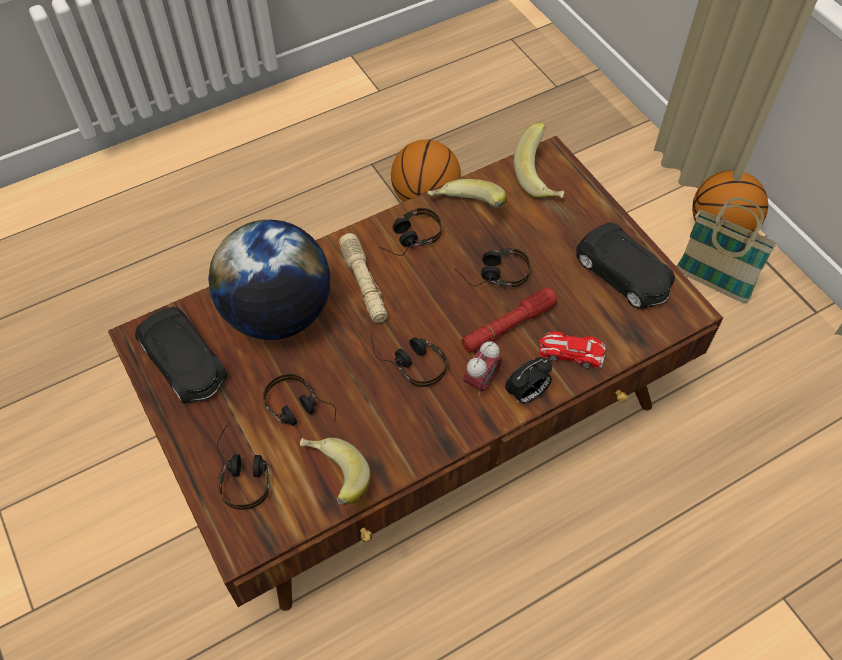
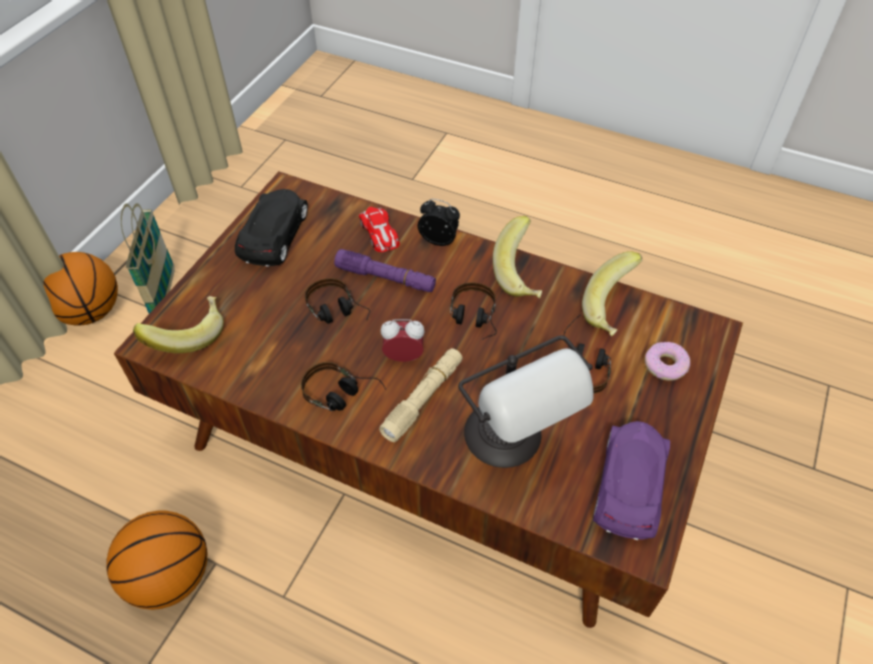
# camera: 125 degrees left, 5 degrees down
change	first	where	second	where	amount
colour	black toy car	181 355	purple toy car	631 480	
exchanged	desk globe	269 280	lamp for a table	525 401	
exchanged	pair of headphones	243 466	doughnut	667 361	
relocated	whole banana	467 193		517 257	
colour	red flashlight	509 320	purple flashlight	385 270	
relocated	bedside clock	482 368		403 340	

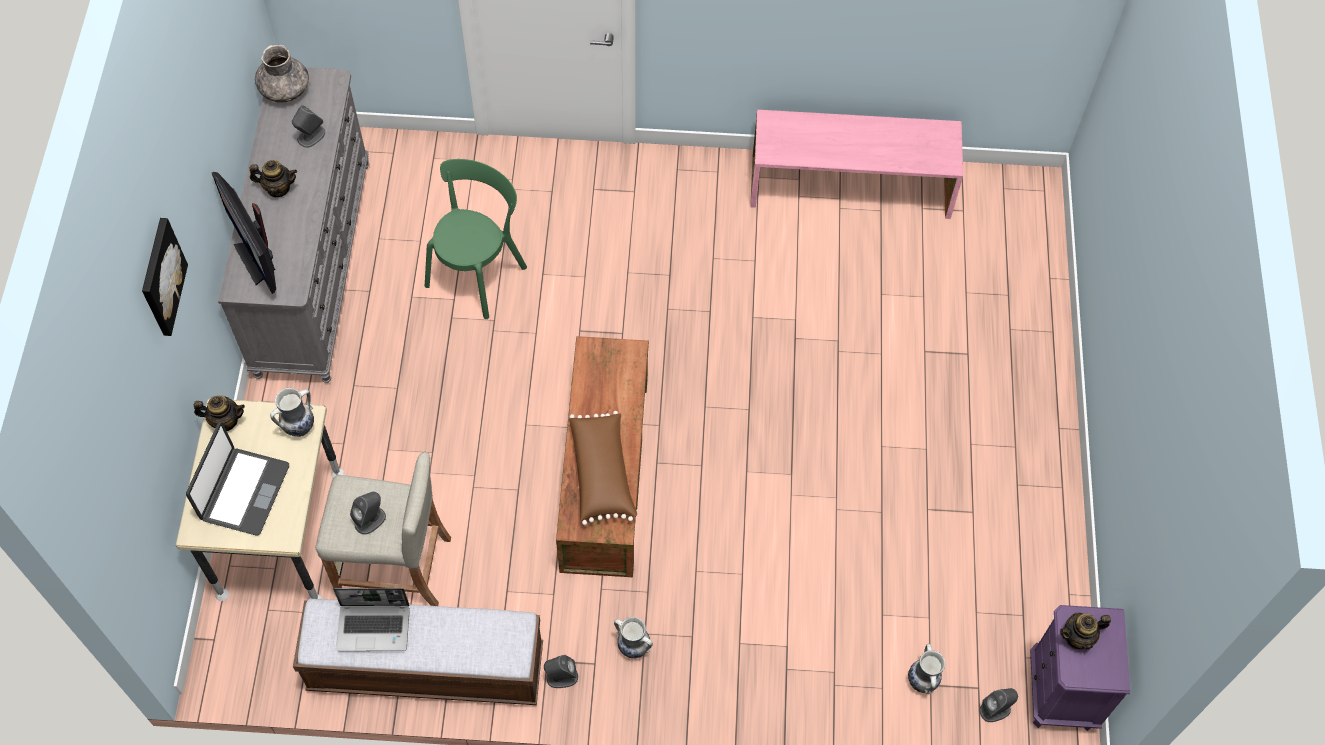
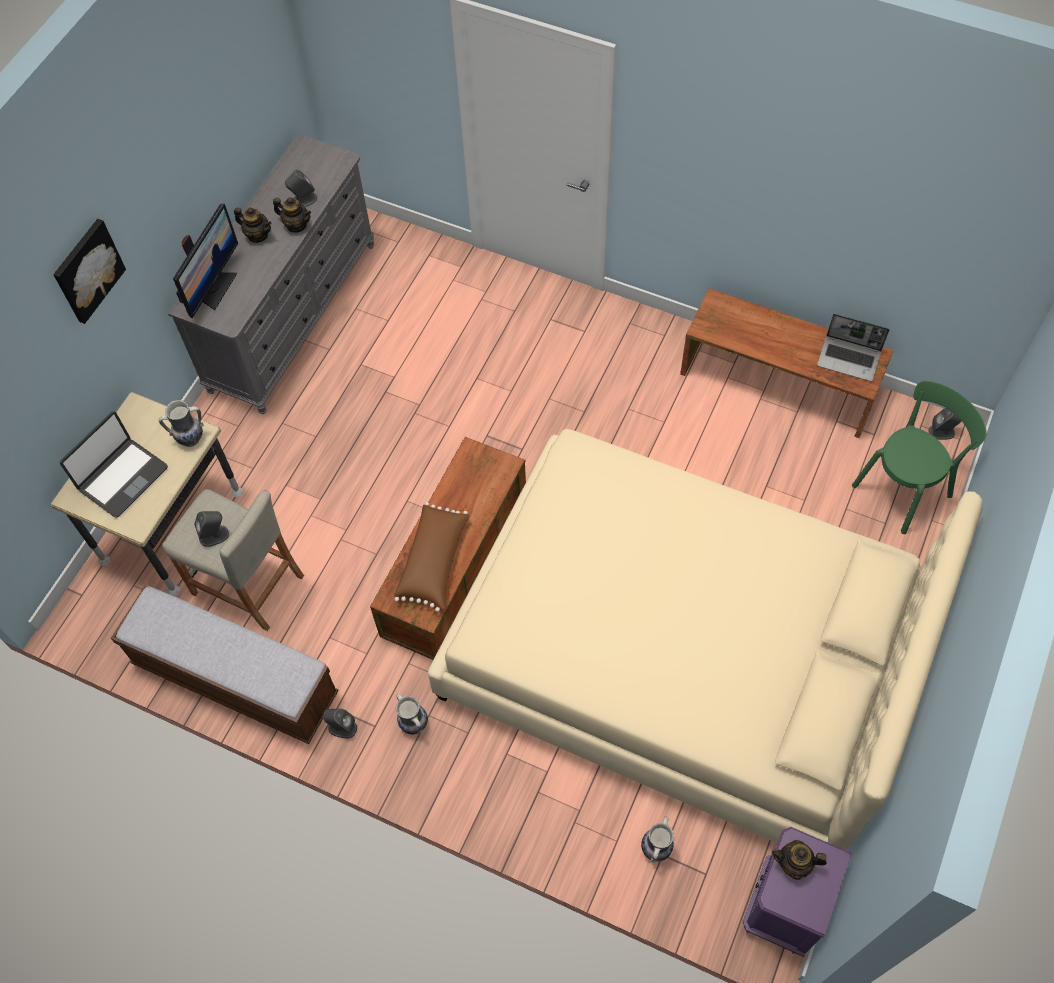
# camera: 25 degrees right, 0 degrees up
change	first	where	second	where	amount
relocated	pot for tea	219 413		292 215	
spun	computer screen	244 233		205 260	150 degrees counterclockwise
missing	gray flower vase	282 73			
relocated	notebook computer	371 619		853 347	
relocated	greenish upright chair	476 239		919 457	
colour	pink long seat	856 164	brown-coloured long seat	786 363	
relocated	gray speaker	998 705		944 424	
appeared			beige sleeping bed	705 639	

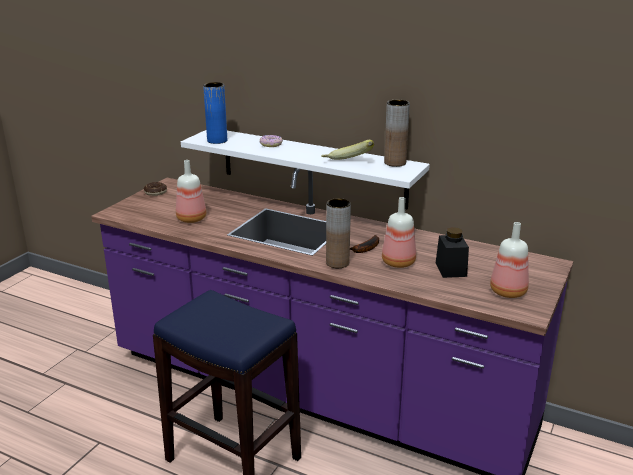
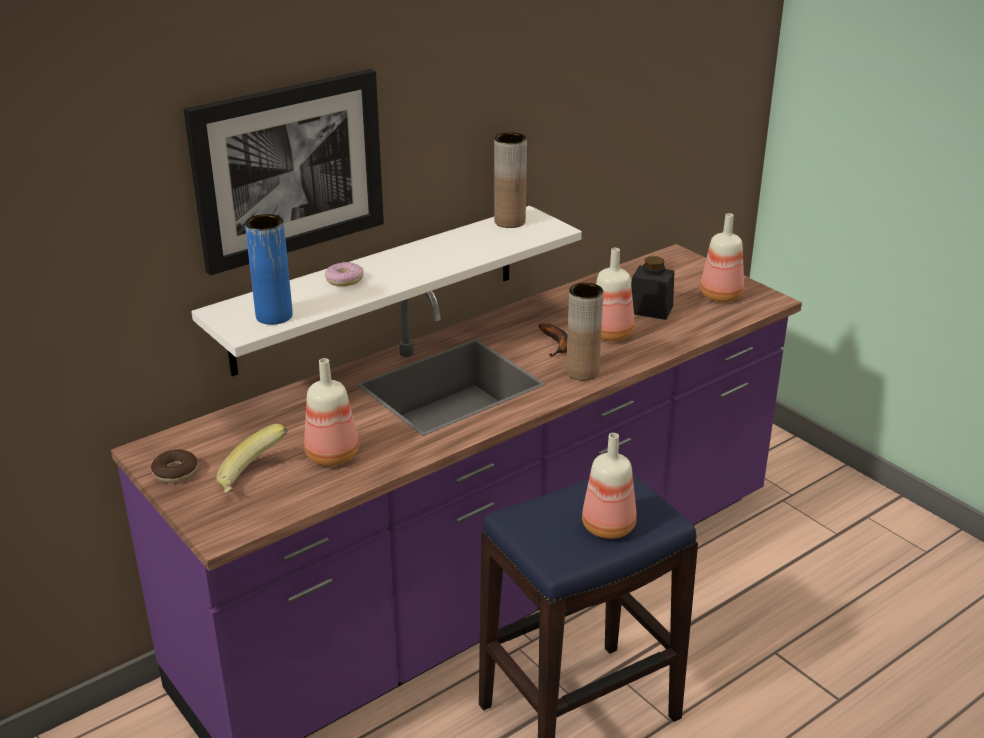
# camera: 65 degrees left, 5 degrees up
change	first	where	second	where	amount
relocated	whole banana	348 150		251 459	
appeared			wall picture	283 172	
appeared			drink bottle	609 486	

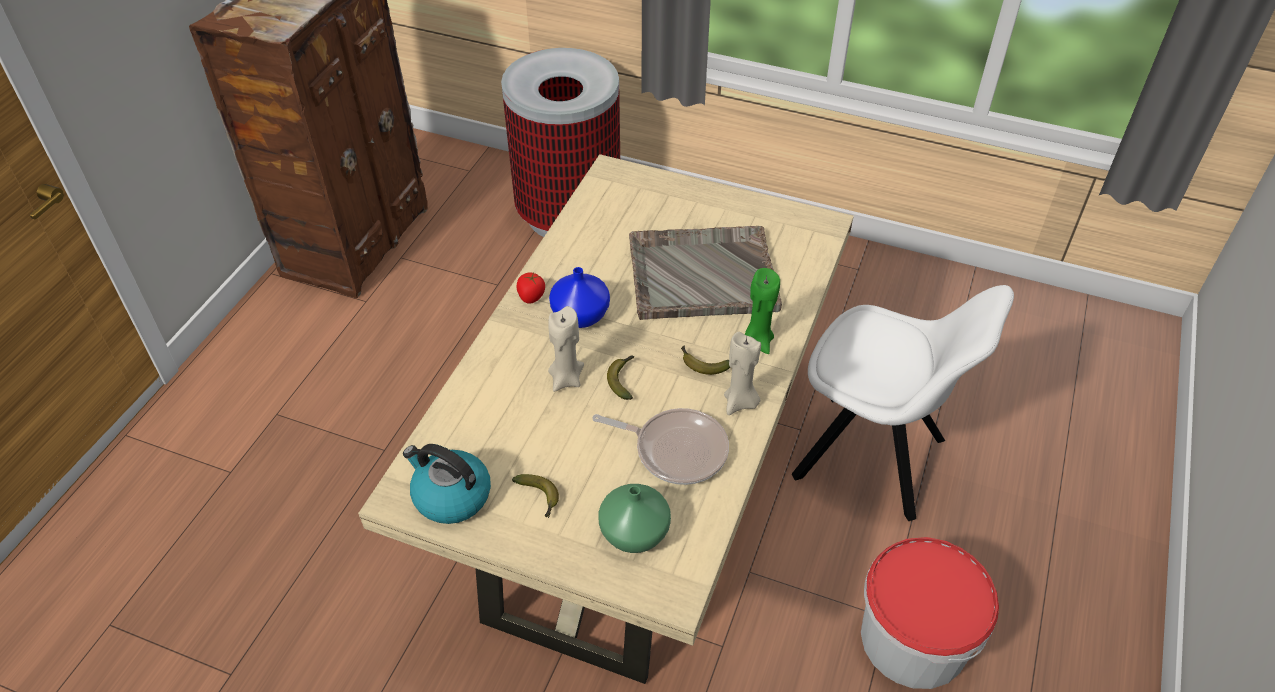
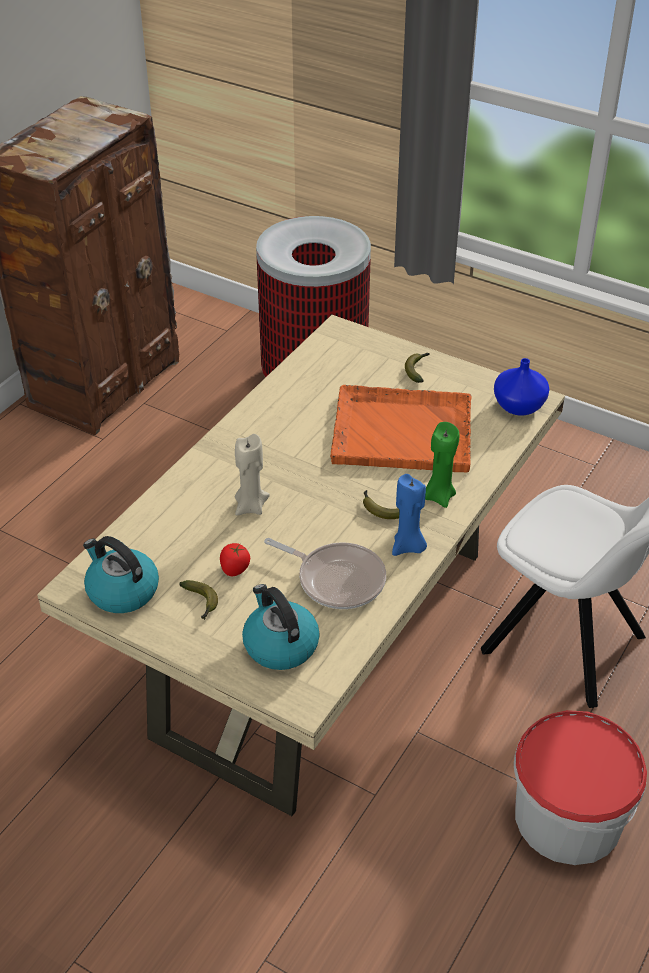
# camera: 10 degrees right, 5 degrees down
change	first	where	second	where	amount
relocated	fresh tomato	530 288		235 559	
relocated	blue-coloured flower vase	579 297		521 387	
exchanged	greenish flower vase	634 518	tea kettle	281 627	
relocated	whole banana	620 377		417 368	
colour	gray serving tray	705 273	orange serving tray	401 429	
colour	beige candle	742 373	blue-coloured candle	409 515	

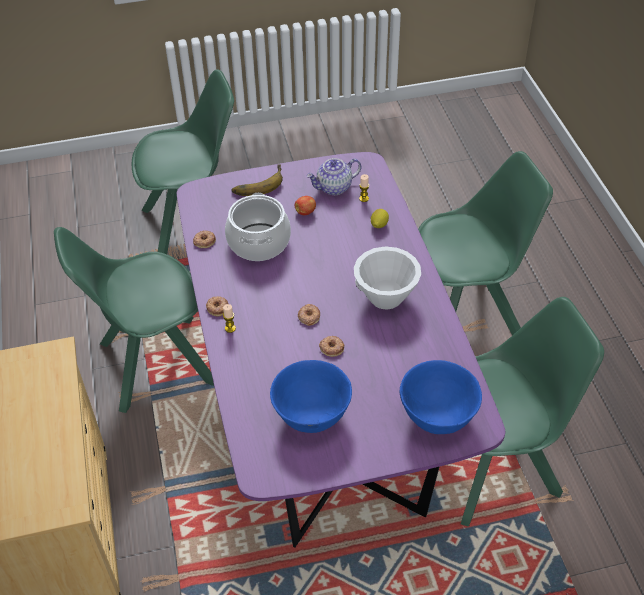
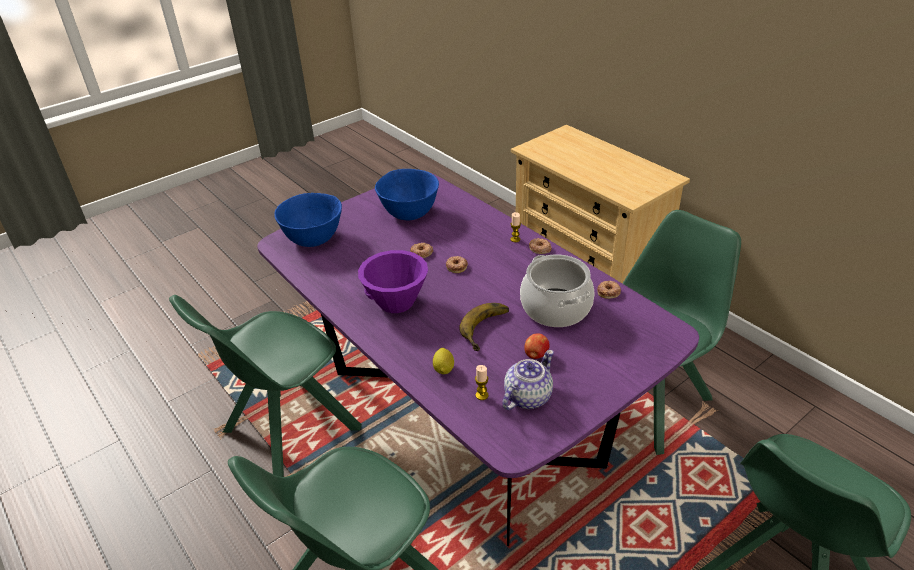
# camera: 155 degrees right, 10 degrees down
change	first	where	second	where	amount
relocated	whole banana	257 180		484 327	
colour	white deep dish	387 278	purple deep dish	393 281	

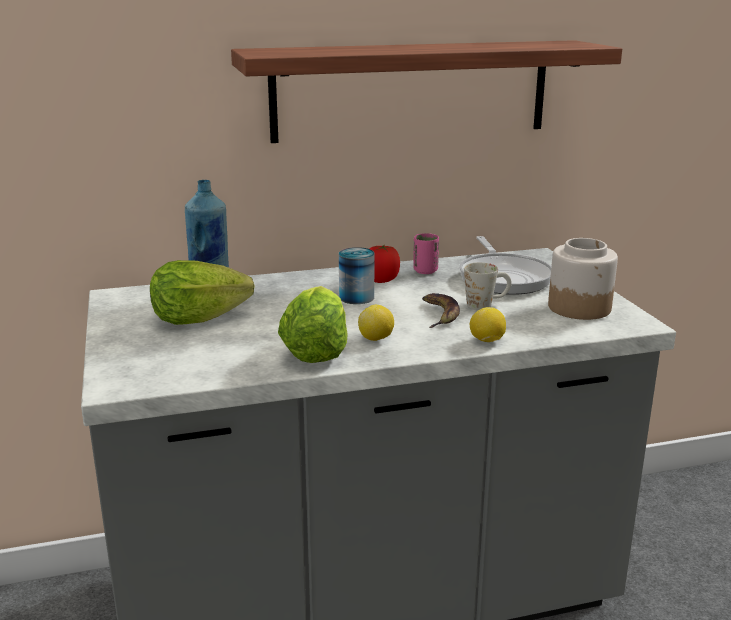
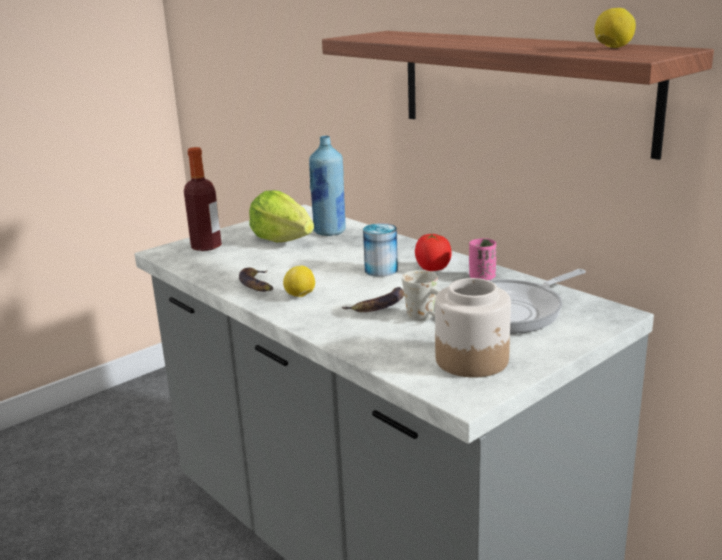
# camera: 65 degrees right, 0 degrees up
change	first	where	second	where	amount
exchanged	lettuce	313 324	whole banana	256 280	
relocated	whole lemon	488 324		615 28	
appeared			drink bottle	203 199	

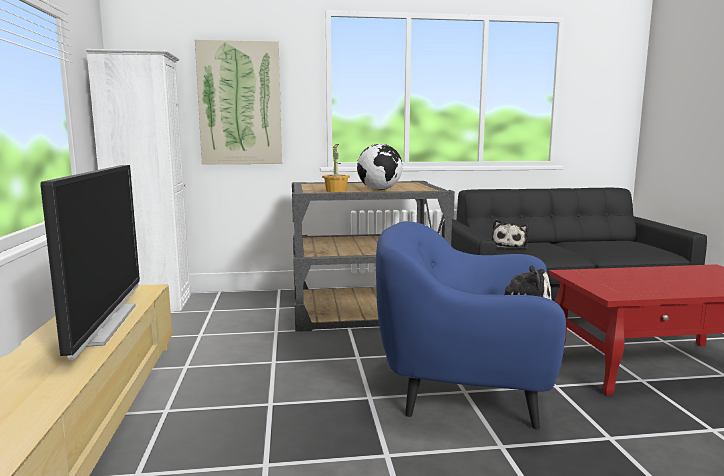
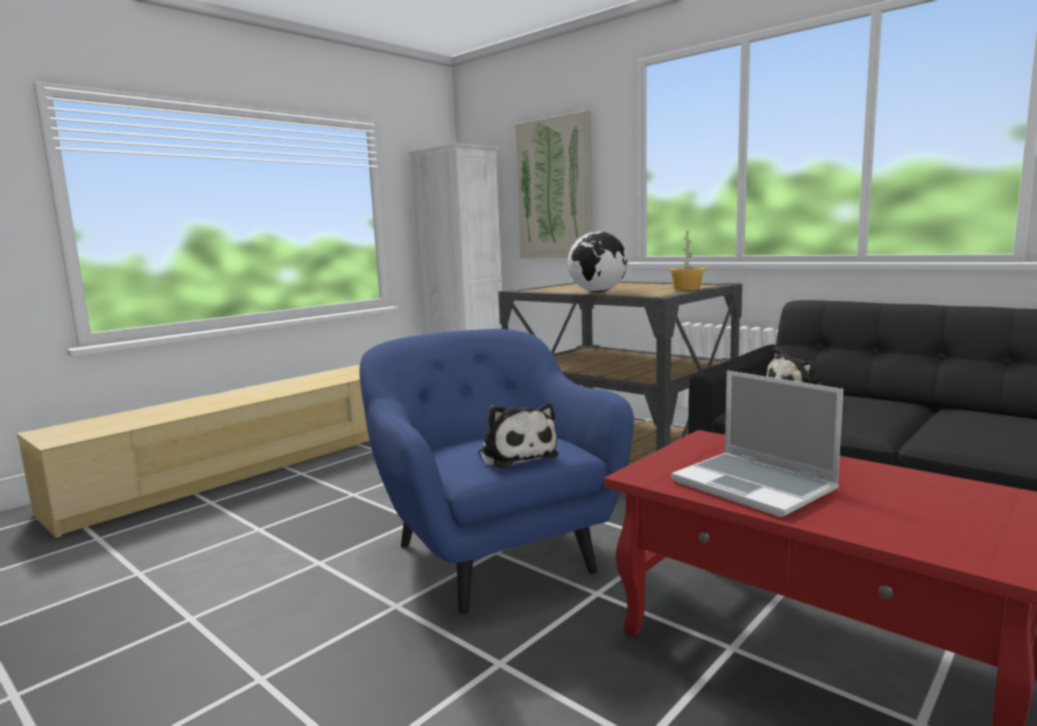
# camera: 50 degrees right, 0 degrees up
change	first	where	second	where	amount
missing	television	90 262			
relocated	houseplant	336 168		687 260	
appeared			notebook computer	757 444	

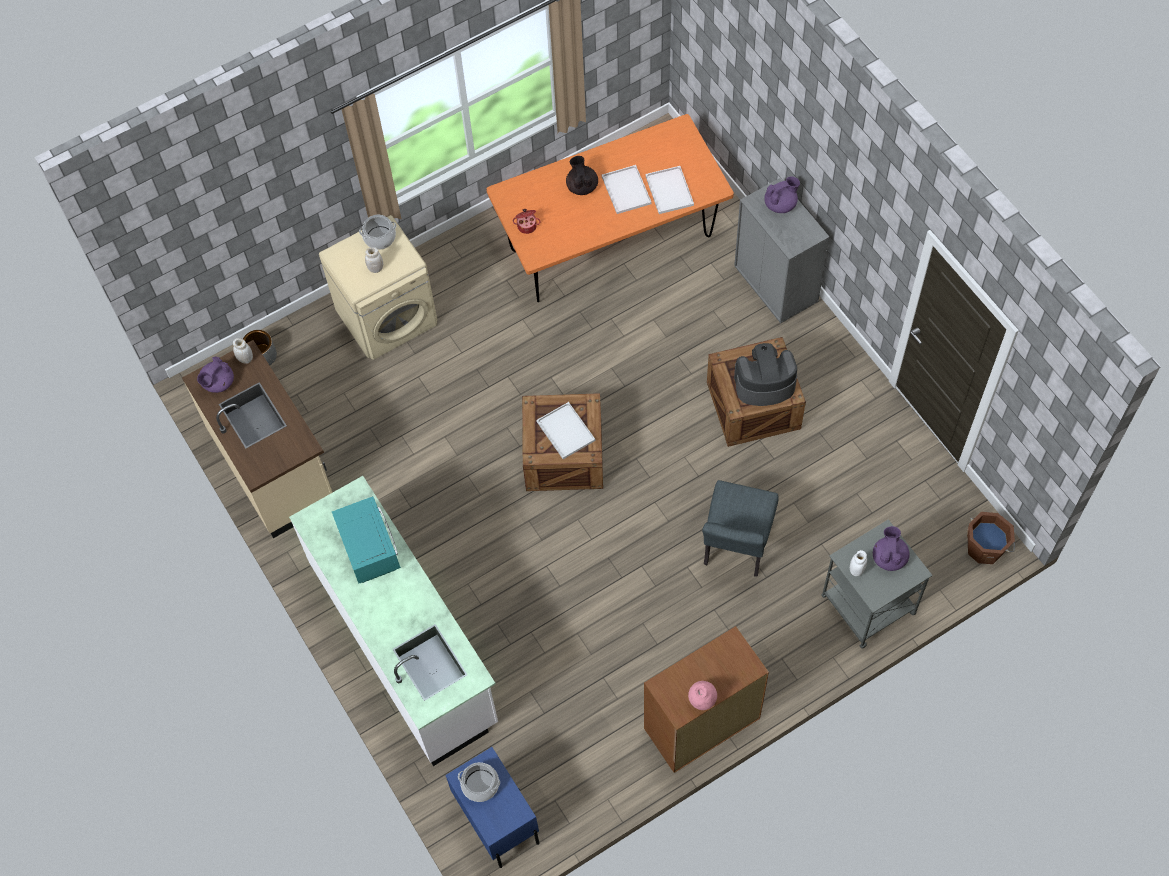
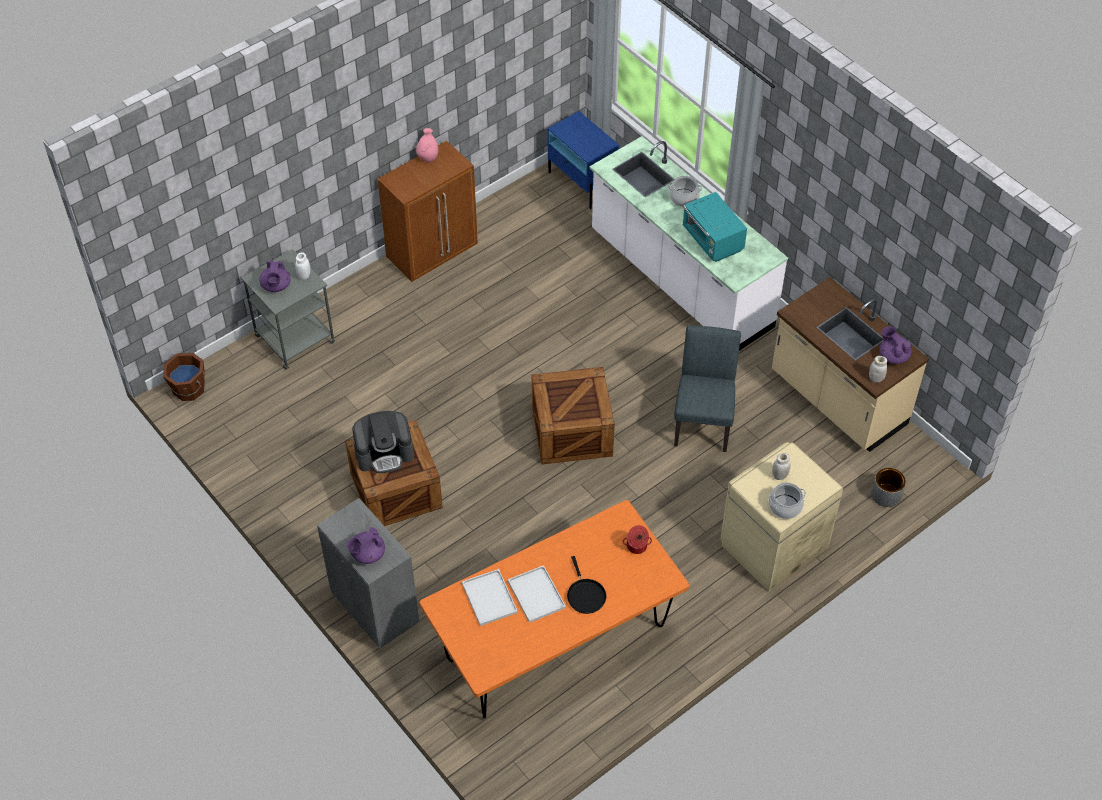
# camera: 170 degrees right, 10 degrees down
change	first	where	second	where	amount
spun	purple pot for tea	215 375		895 345	60 degrees counterclockwise
relocated	stockpot	479 782		685 191	
missing	white serving tray	565 430			
exchanged	black pot for tea	582 175	black pan	586 585	
relocated	gray upright chair	740 528		707 389	

